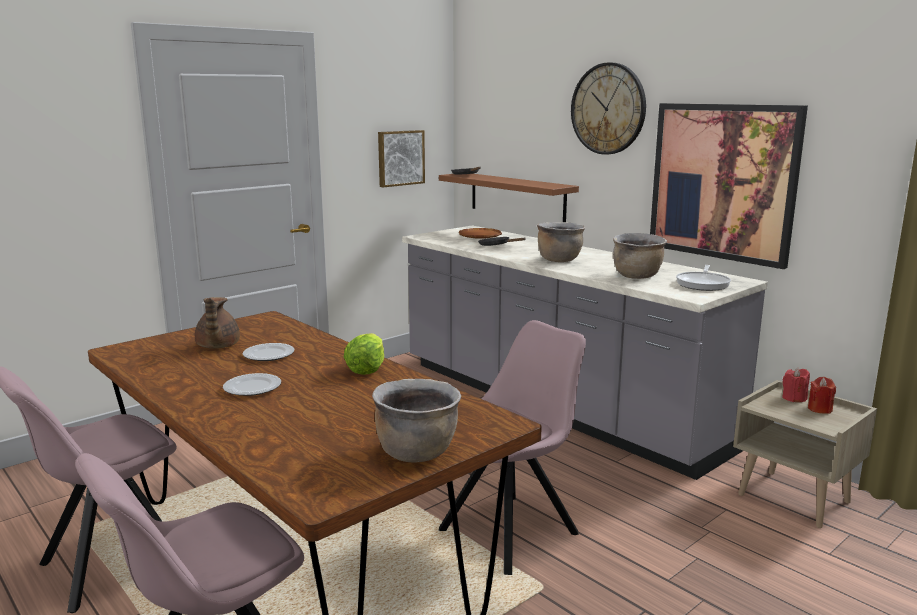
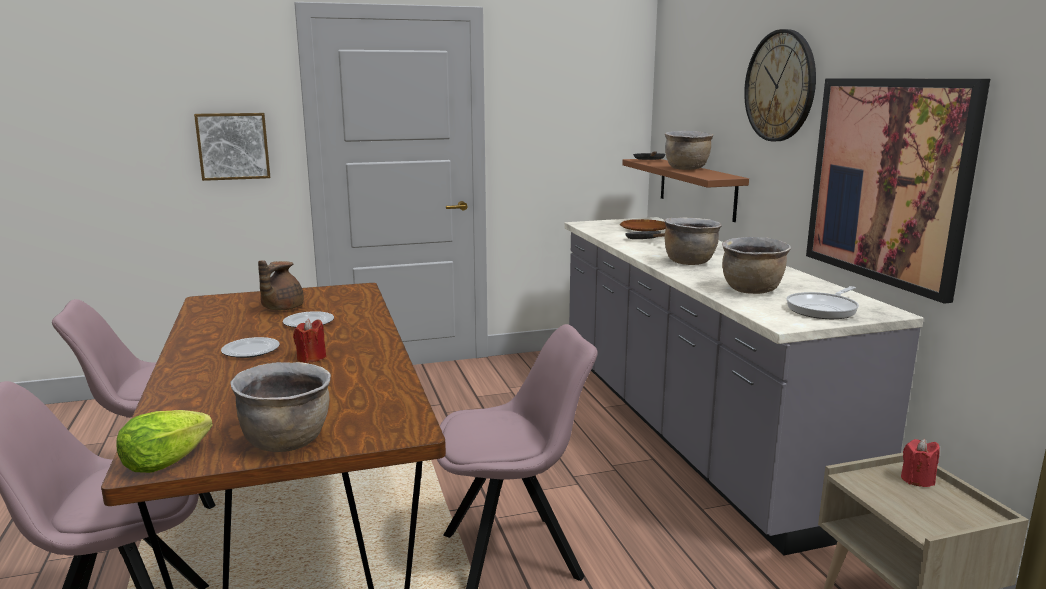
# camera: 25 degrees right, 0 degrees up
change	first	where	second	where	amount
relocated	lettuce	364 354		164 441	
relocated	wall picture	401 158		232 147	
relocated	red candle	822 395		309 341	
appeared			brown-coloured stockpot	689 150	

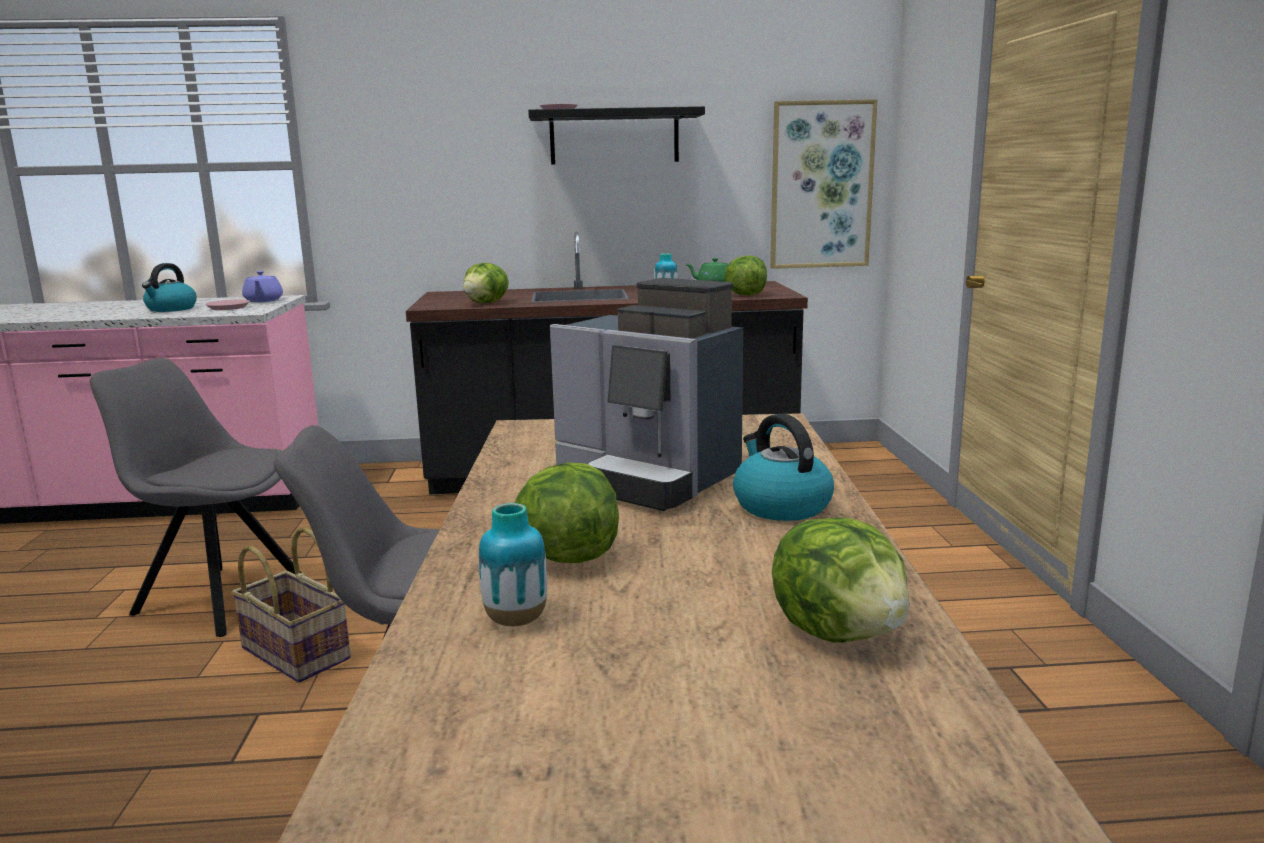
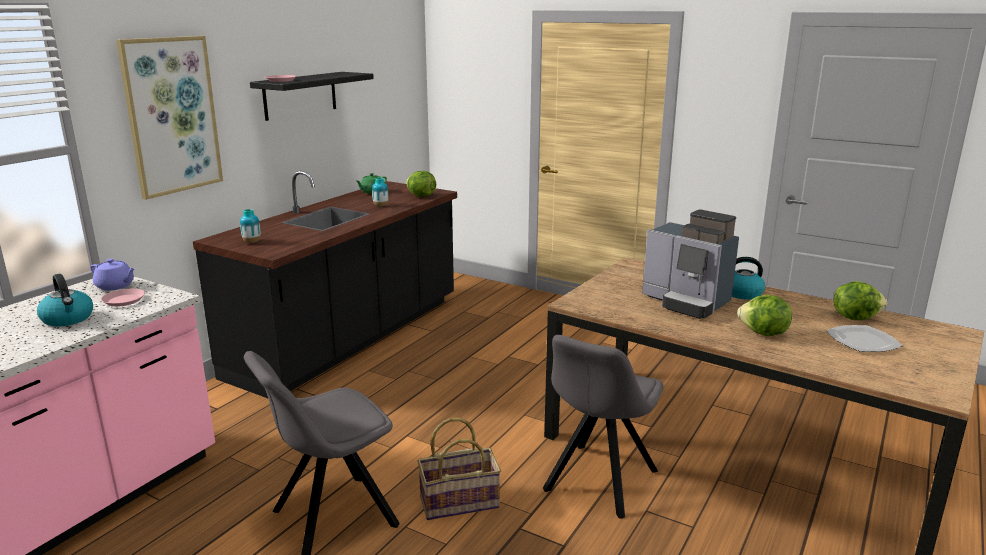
# camera: 55 degrees left, 5 degrees up
change	first	where	second	where	amount
missing	lettuce	486 283			
relocated	flower vase	513 564		250 226	
spun	coffee maker	646 394		690 264	60 degrees clockwise
relocated	wall picture	823 184		169 118	
appeared			plate	864 338	

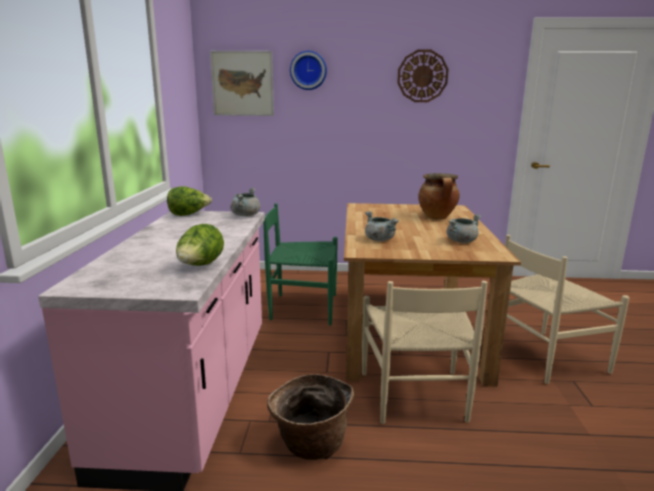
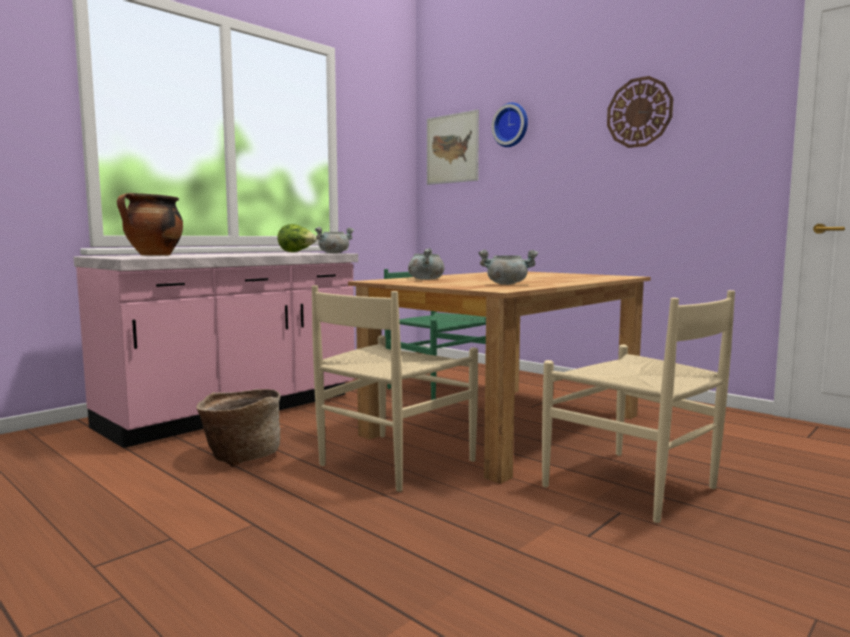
# camera: 40 degrees right, 10 degrees down
change	first	where	second	where	amount
missing	lettuce	200 245			
relocated	stockpot	439 196		150 224	
spun	beige upright chair	567 309		638 406	150 degrees counterclockwise

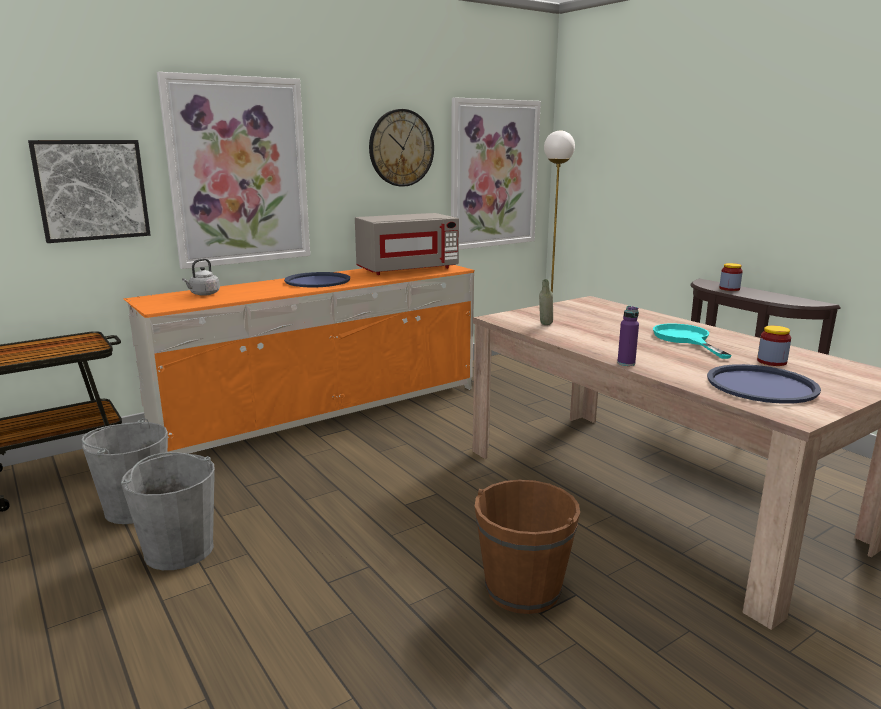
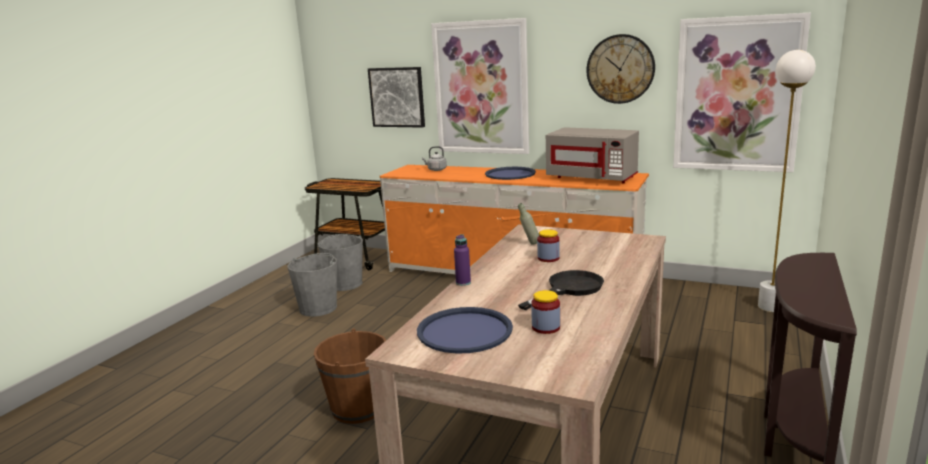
# camera: 60 degrees right, 0 degrees up
change	first	where	second	where	amount
colour	turquoise-coloured pan	692 341	black pan	561 290	
relocated	storage jar	731 277		548 245	

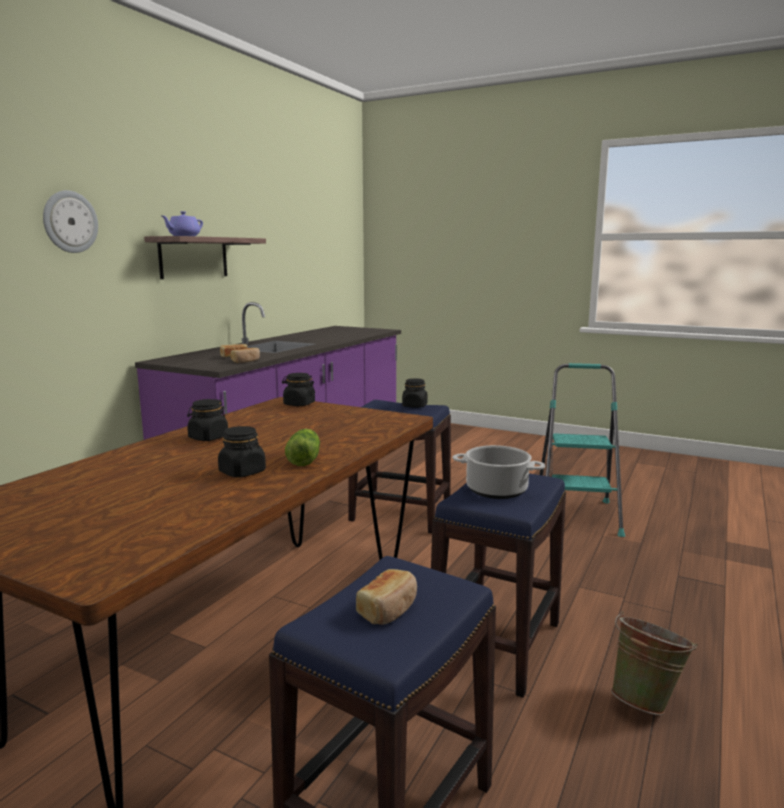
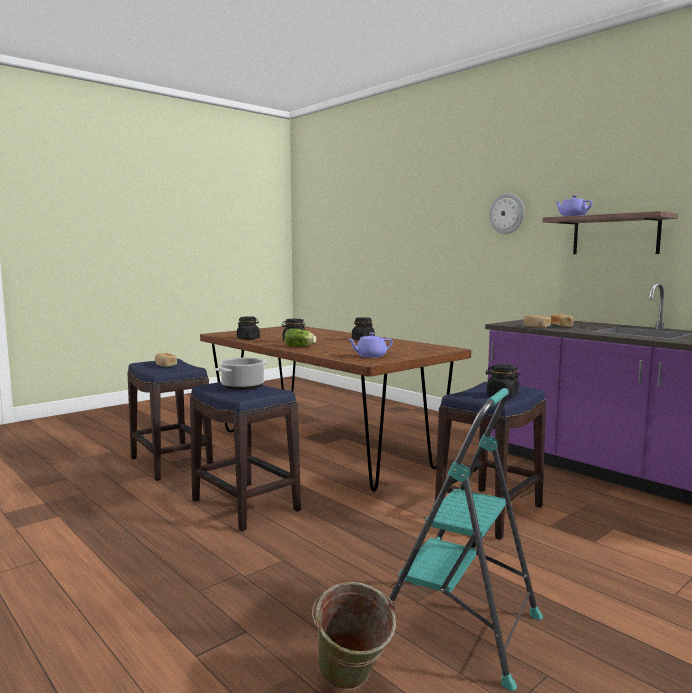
# camera: 110 degrees right, 5 degrees down
change	first	where	second	where	amount
relocated	black storage jar	298 389		248 328	
relocated	greenish water bucket	654 663		354 636	
appeared			purple pot for tea	370 345	

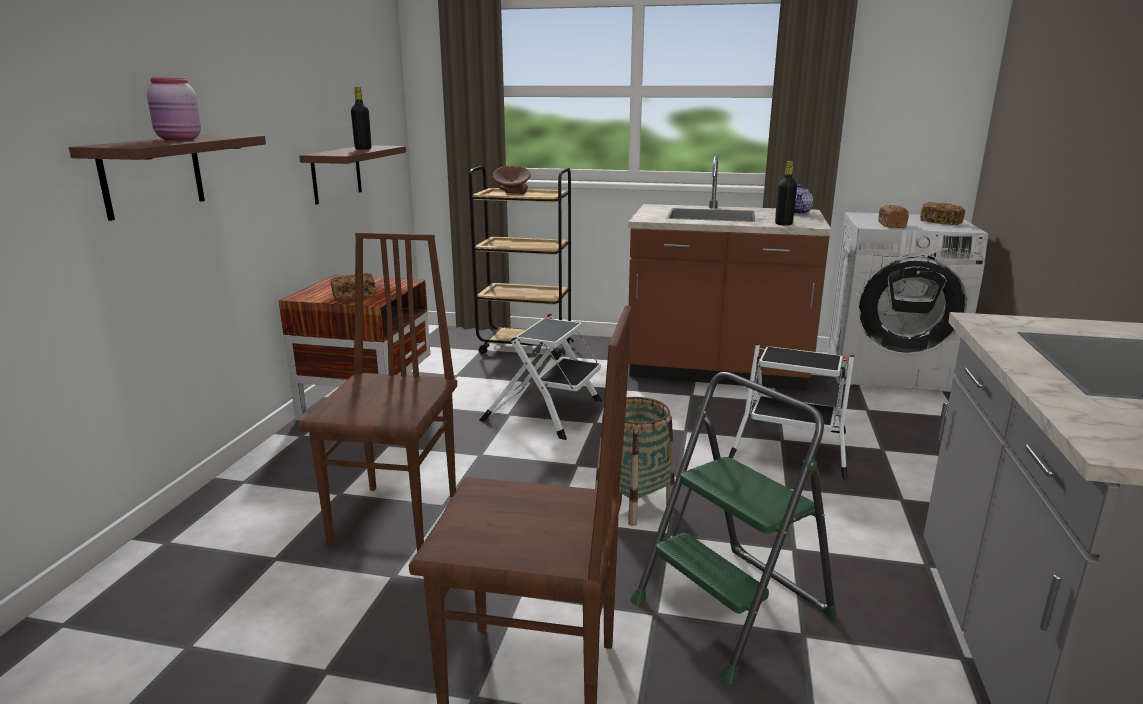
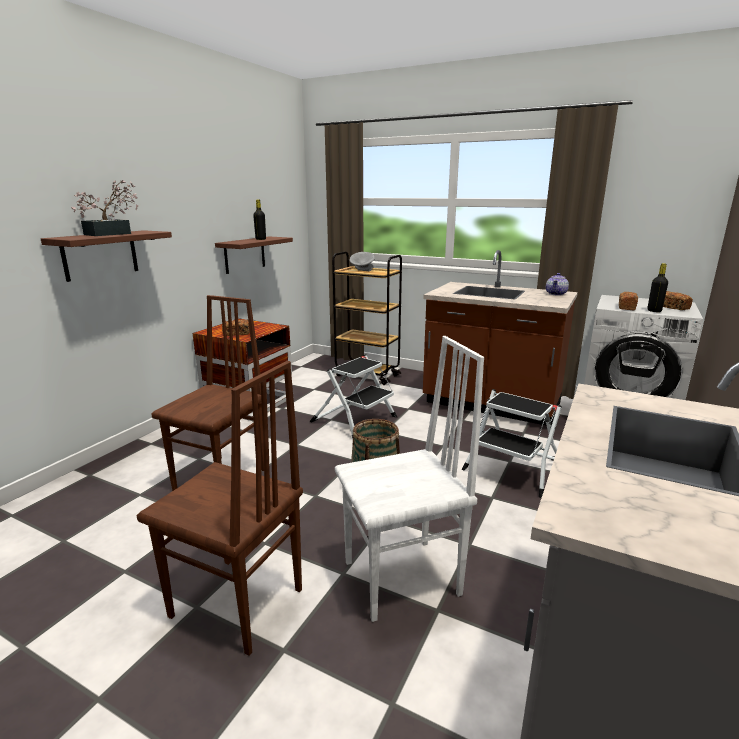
# camera: 15 degrees right, 0 degrees up
change	first	where	second	where	amount
exchanged	pink storage jar	174 108	houseplant	104 208	
colour	brown-coloured deep dish	512 179	gray deep dish	362 262	
exchanged	greenish step ladder	733 528	white upright chair	409 479	
relocated	black drink bottle	786 193		657 287	

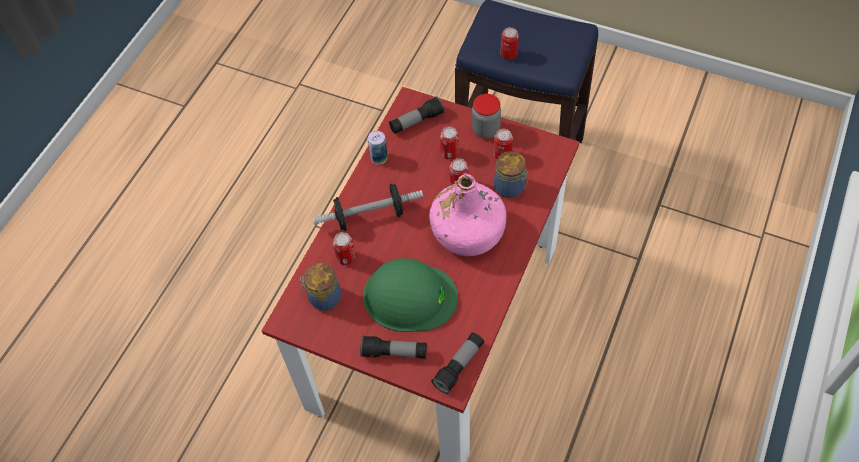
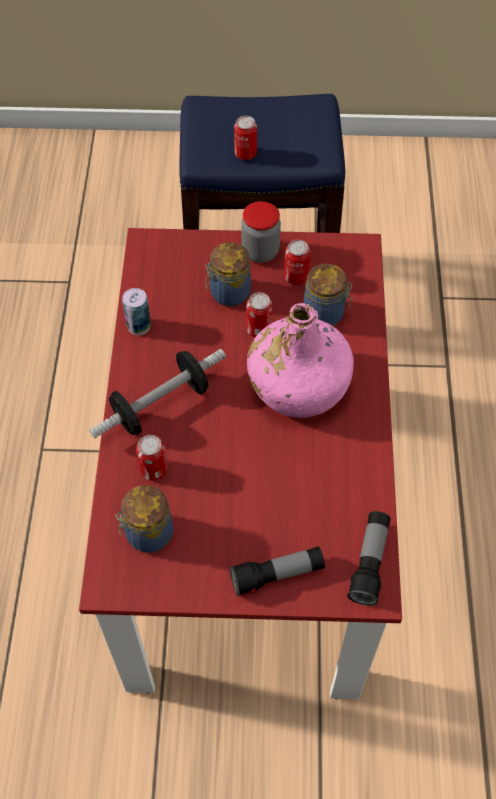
# camera: 25 degrees left, 0 degrees up
change	first	where	second	where	amount
missing	greenish hard hat	410 295			
missing	flashlight	417 115			
exchanged	sealed can	449 142	storage jar	228 274	

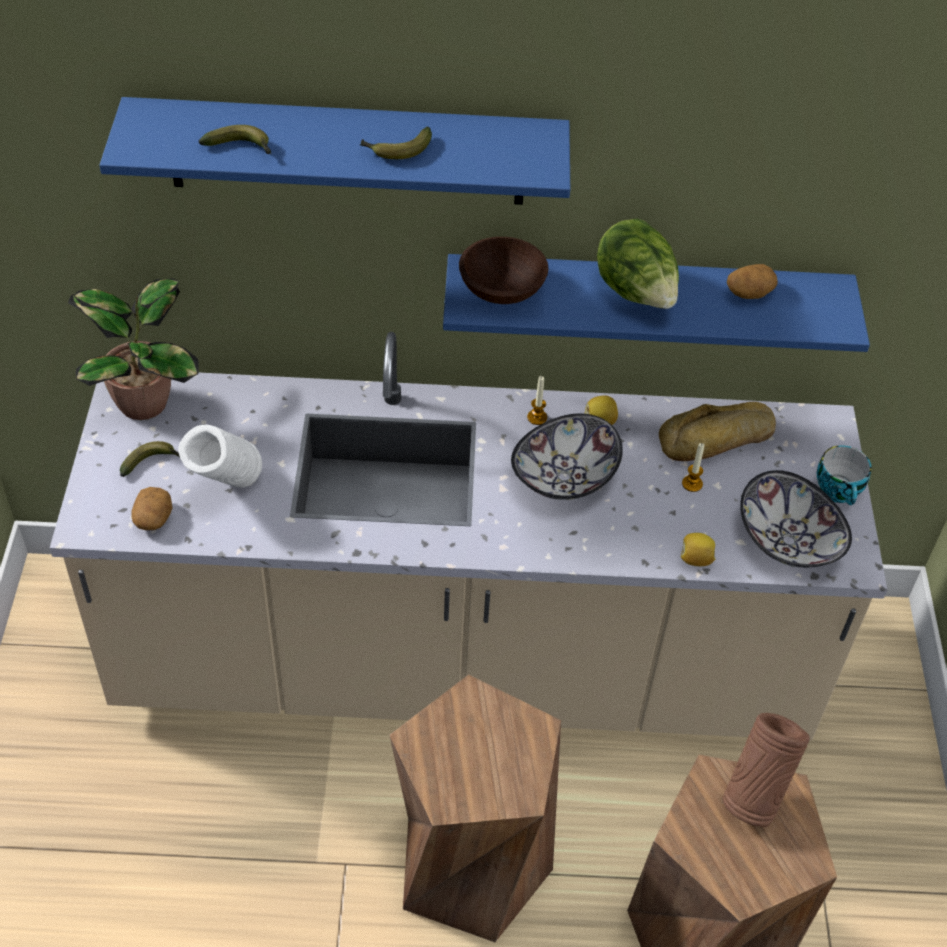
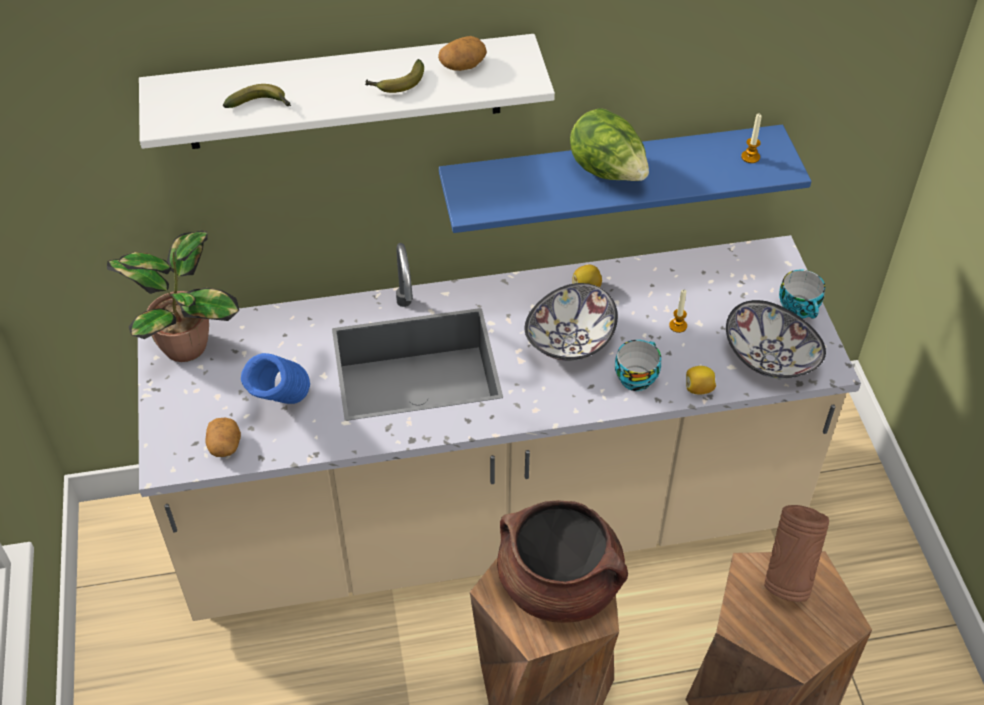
# camera: 10 degrees left, 0 degrees up
change	first	where	second	where	amount
colour	blue-coloured bracket shelf	334 151	white bracket shelf	347 91	
missing	whole banana	150 459			
colour	white flower vase	220 456	blue-coloured flower vase	275 378	
missing	brown-coloured deep dish	503 270			
relocated	candle	537 400		751 138	
missing	bread	717 431			
relocated	whole potato	752 281		462 53	
appeared			brown-coloured stockpot	562 561	
appeared			small cup	638 365	

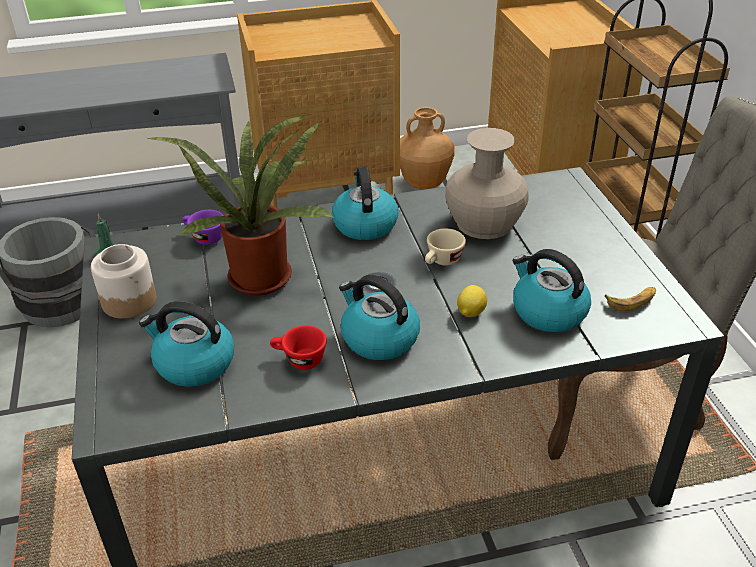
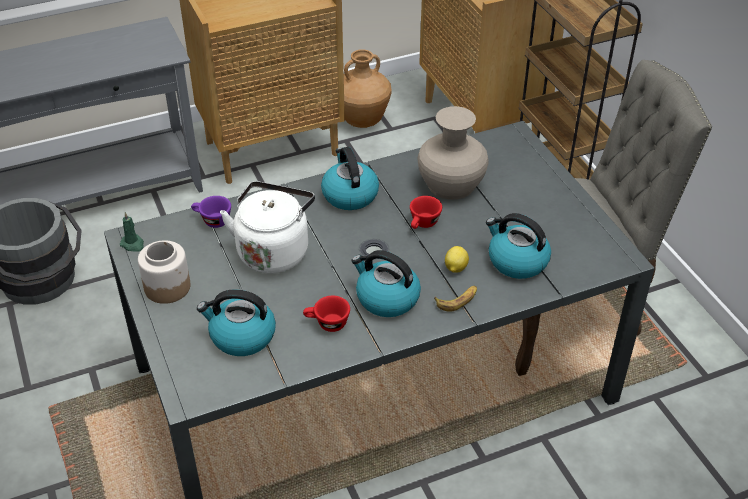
# camera: 10 degrees left, 5 degrees up
change	first	where	second	where	amount
exchanged	houseplant	241 205	white tea kettle	267 227	
colour	beige small cup	445 246	red small cup	426 212	
relocated	whole banana	630 299		455 299	

